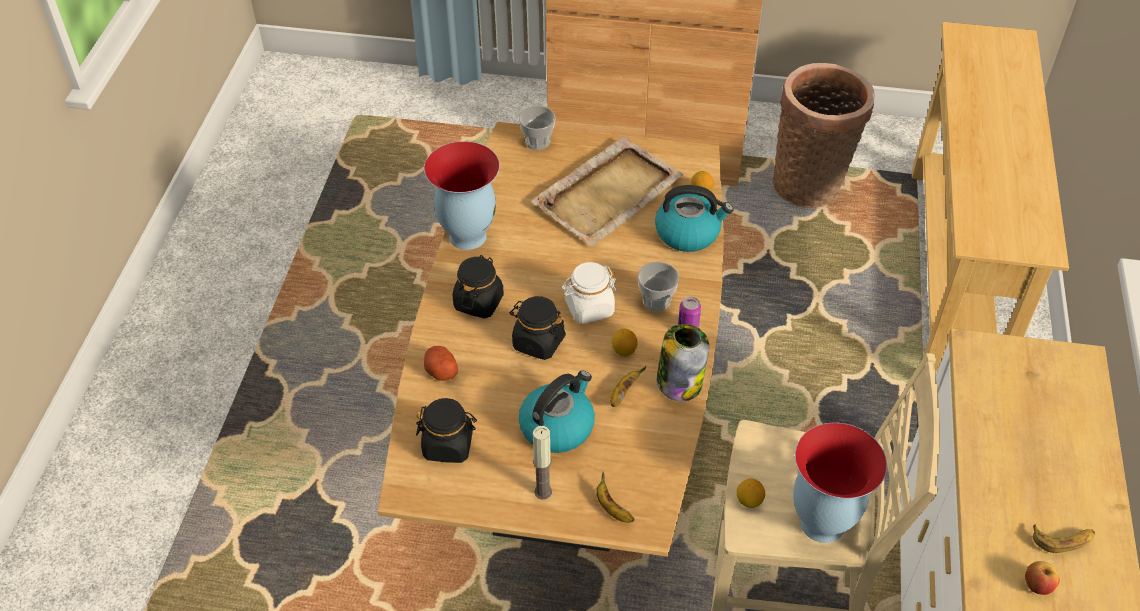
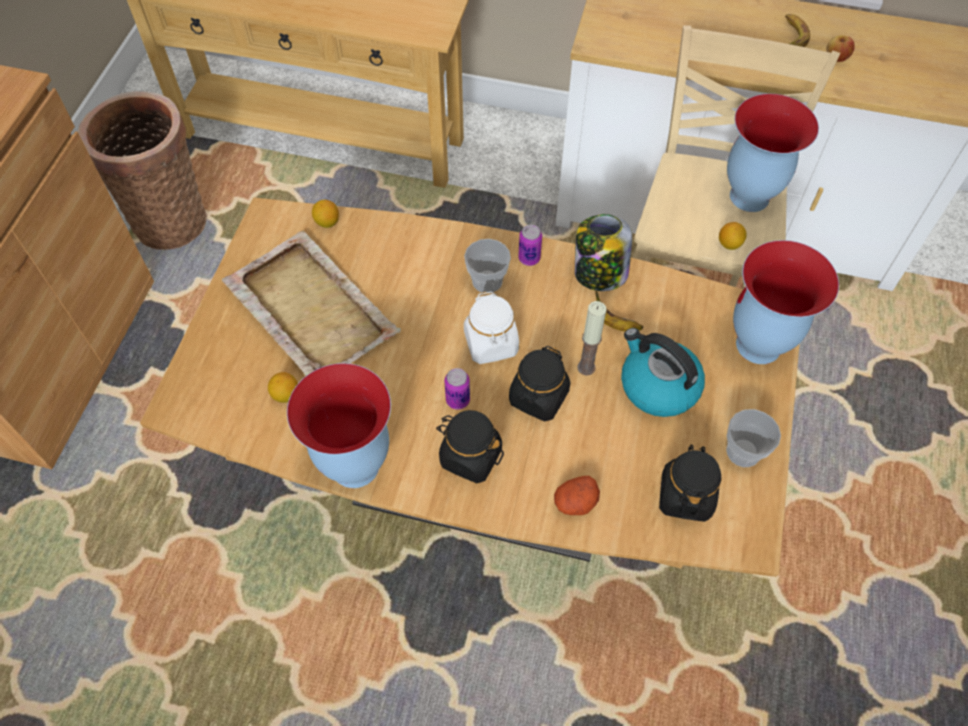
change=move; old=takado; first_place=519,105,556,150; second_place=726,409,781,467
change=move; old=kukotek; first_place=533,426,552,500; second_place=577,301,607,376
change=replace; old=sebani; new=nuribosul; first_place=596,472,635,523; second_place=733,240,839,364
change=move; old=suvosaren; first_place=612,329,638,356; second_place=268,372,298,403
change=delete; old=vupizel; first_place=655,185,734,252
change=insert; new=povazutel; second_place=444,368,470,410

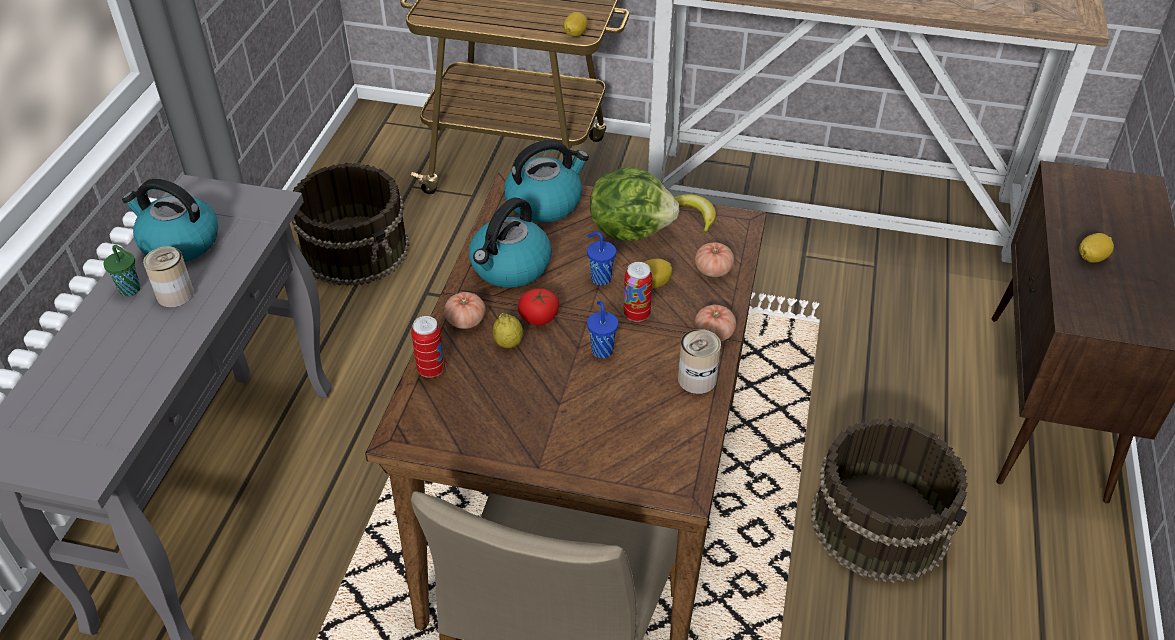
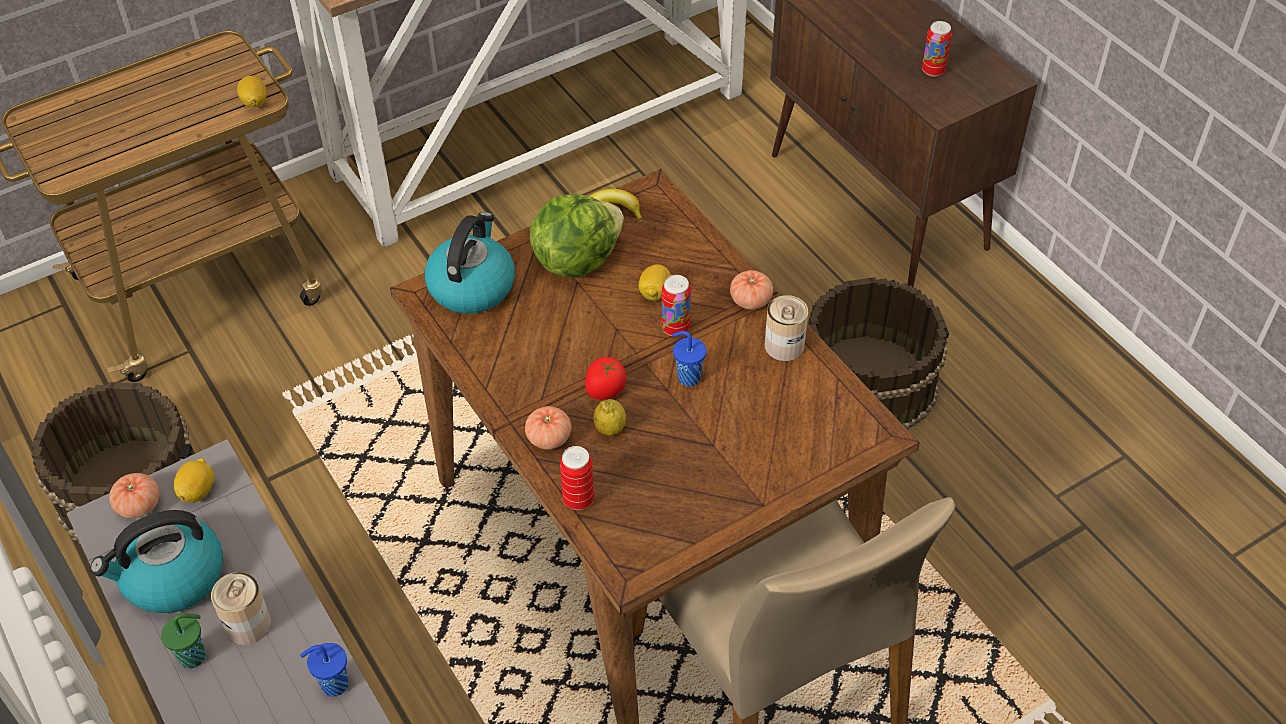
change=delete; old=vupizel; first_place=469,197,552,288
change=move; old=takado (blue); first_place=587,231,616,285; second_place=300,643,348,697
change=move; old=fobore; first_place=695,242,734,277; second_place=109,473,160,518
change=move; old=suvosaren; first_place=1079,233,1114,263; second_place=174,458,214,503
change=insert; new=povazutel; second_place=922,21,952,77

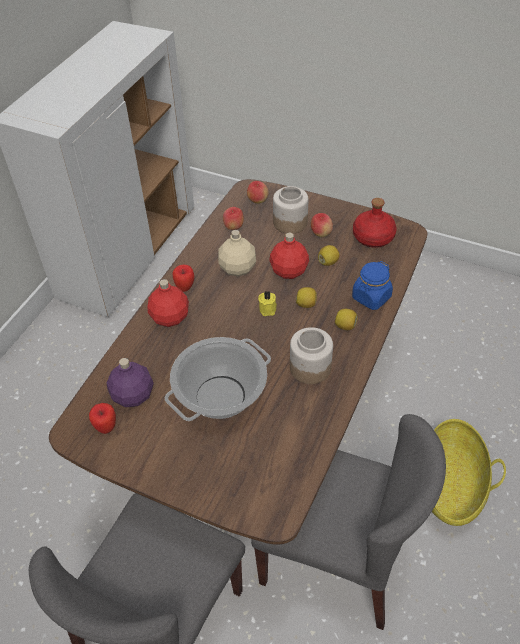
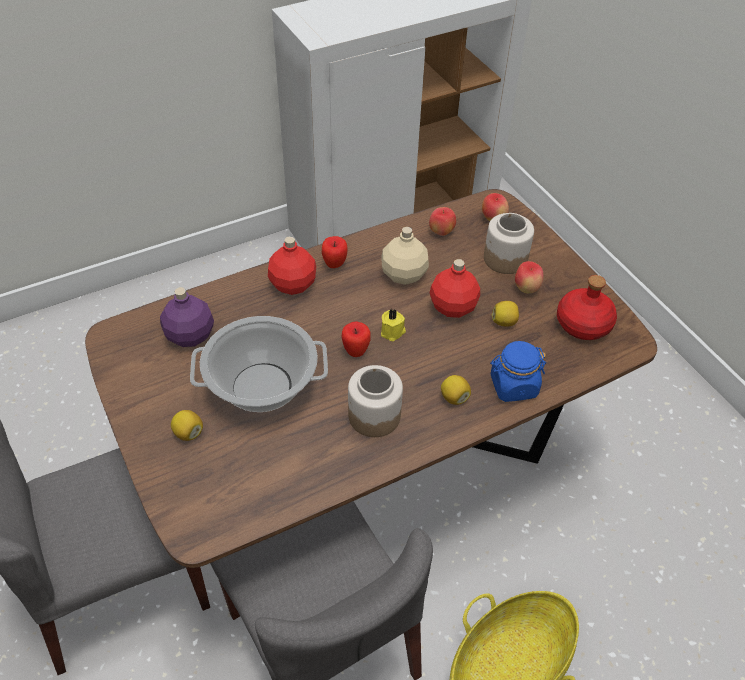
change=move; old=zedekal; first_place=89,403,116,434; second_place=342,321,371,357
change=move; old=suvosaren; first_place=296,287,317,308; second_place=171,410,203,441

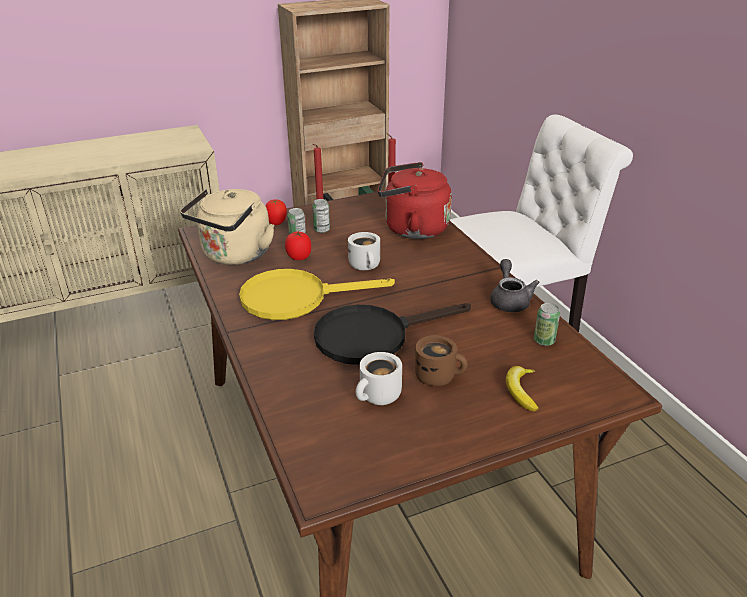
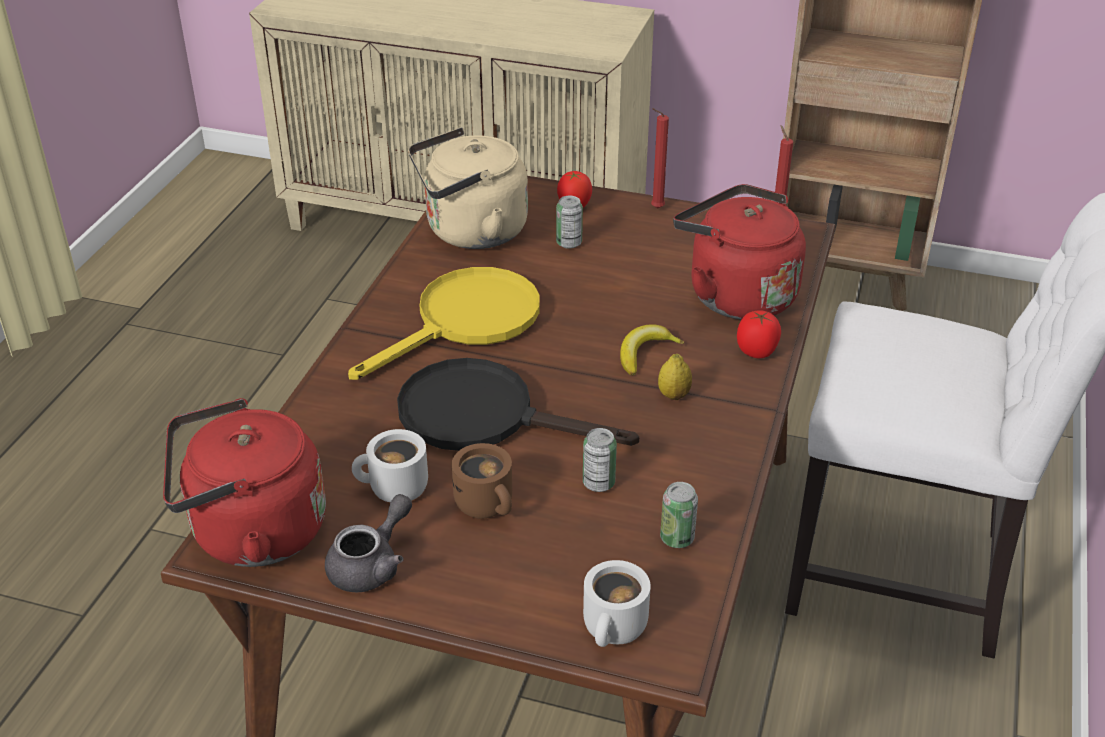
change=rotate; old=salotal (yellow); first_place=239,269,395,320; second_place=348,267,540,380; degrees=105
change=move; old=fobore; first_place=285,231,311,260; second_place=737,310,781,358
change=move; old=povazutel; first_place=312,199,330,233; second_place=583,428,617,492
change=move; old=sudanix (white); first_place=348,232,380,270; second_place=583,560,651,647
change=move; old=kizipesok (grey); first_place=490,259,540,312; second_place=325,494,412,592
change=move; old=sebani; first_place=506,366,539,412; second_place=620,324,684,375
change=insert; new=vupizel (red); second_place=163,398,326,567
change=insert; new=suvosaren; second_place=658,354,692,400

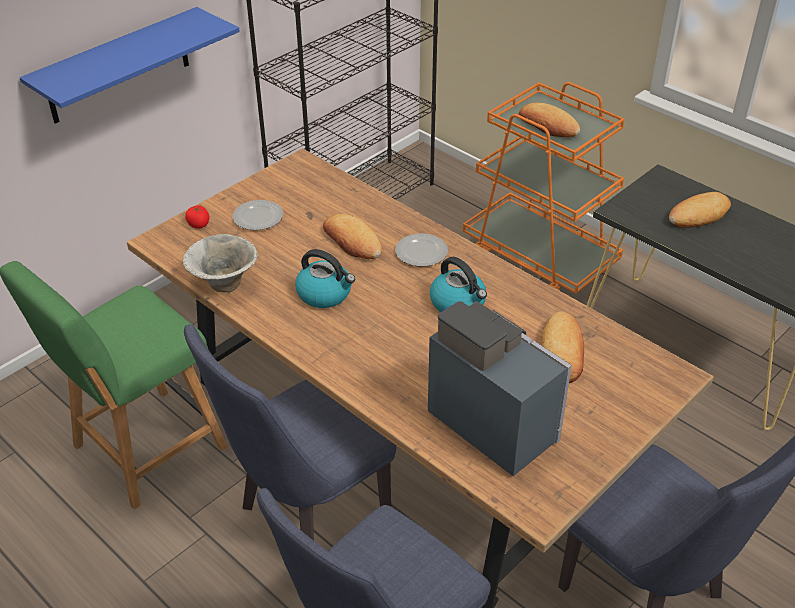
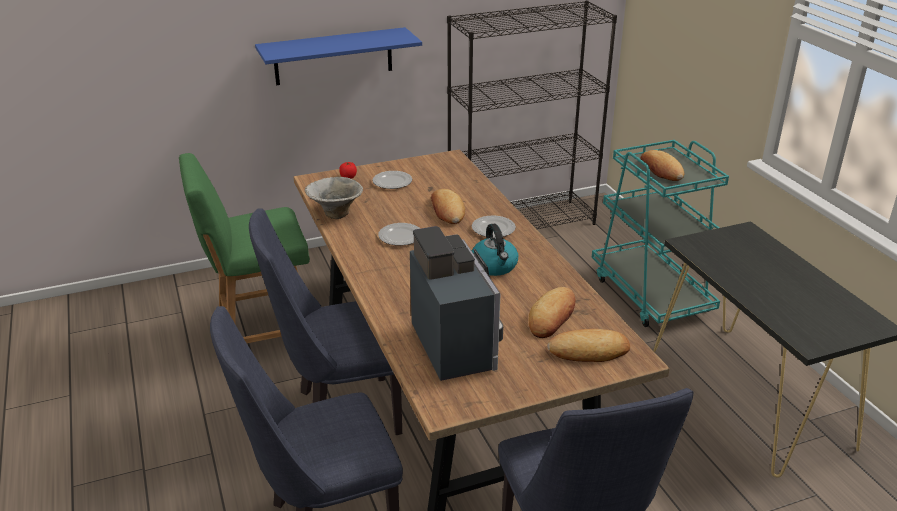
change=replace; old=vupizel; new=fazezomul; first_place=295,249,355,308; second_place=378,223,420,246
change=recolor; old=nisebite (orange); new=nisebite (turquoise); first_place=463,82,625,294; second_place=592,140,729,327
change=move; old=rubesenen; first_place=669,192,731,228; second_place=547,329,630,362

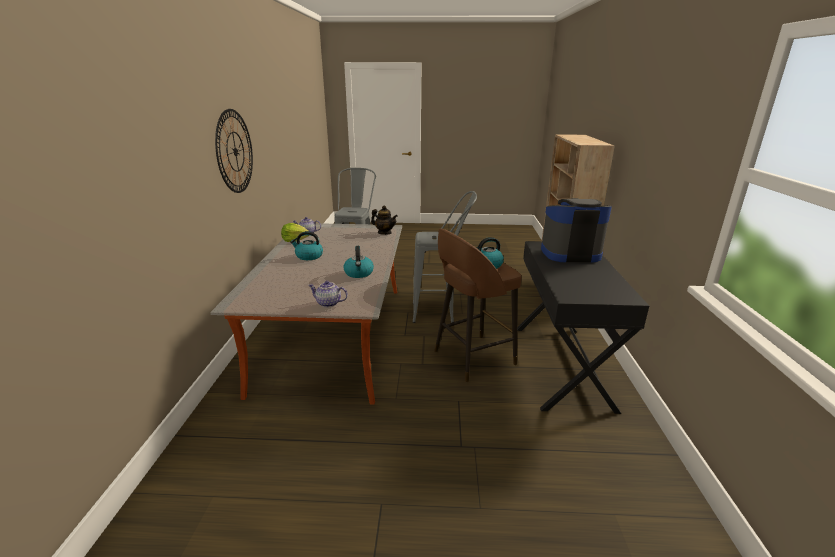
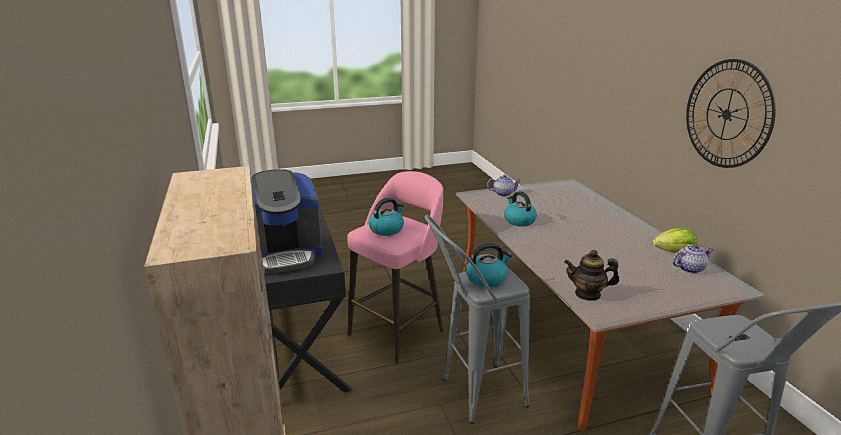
change=move; old=vupizel; first_place=290,231,323,260; second_place=466,243,512,287
change=recolor; old=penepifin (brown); new=penepifin (pink); first_place=434,228,522,382; second_place=347,171,444,364

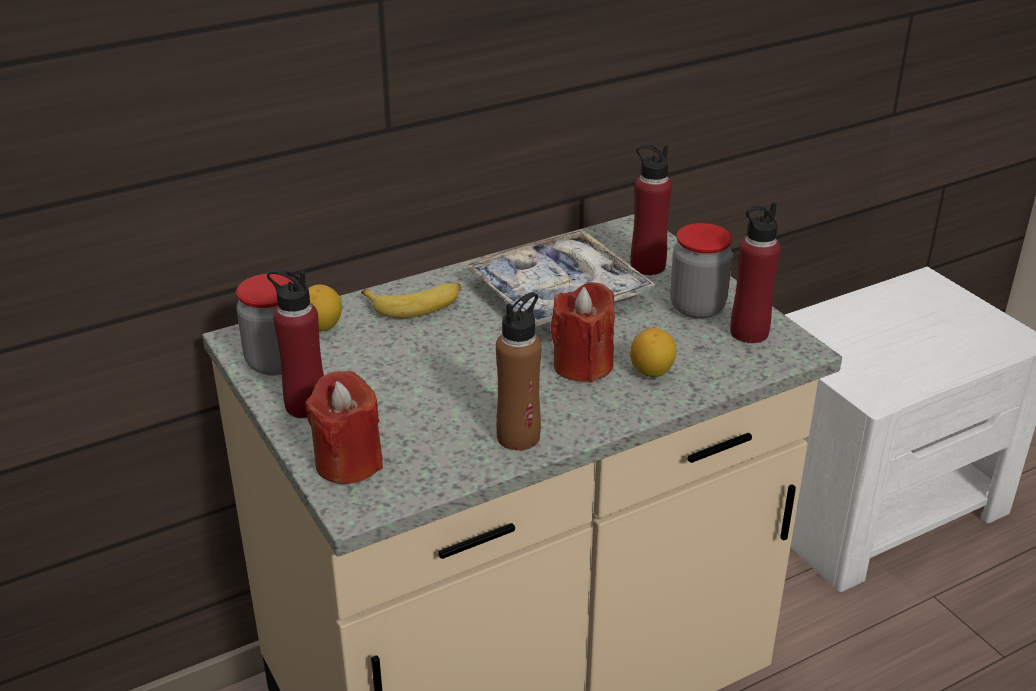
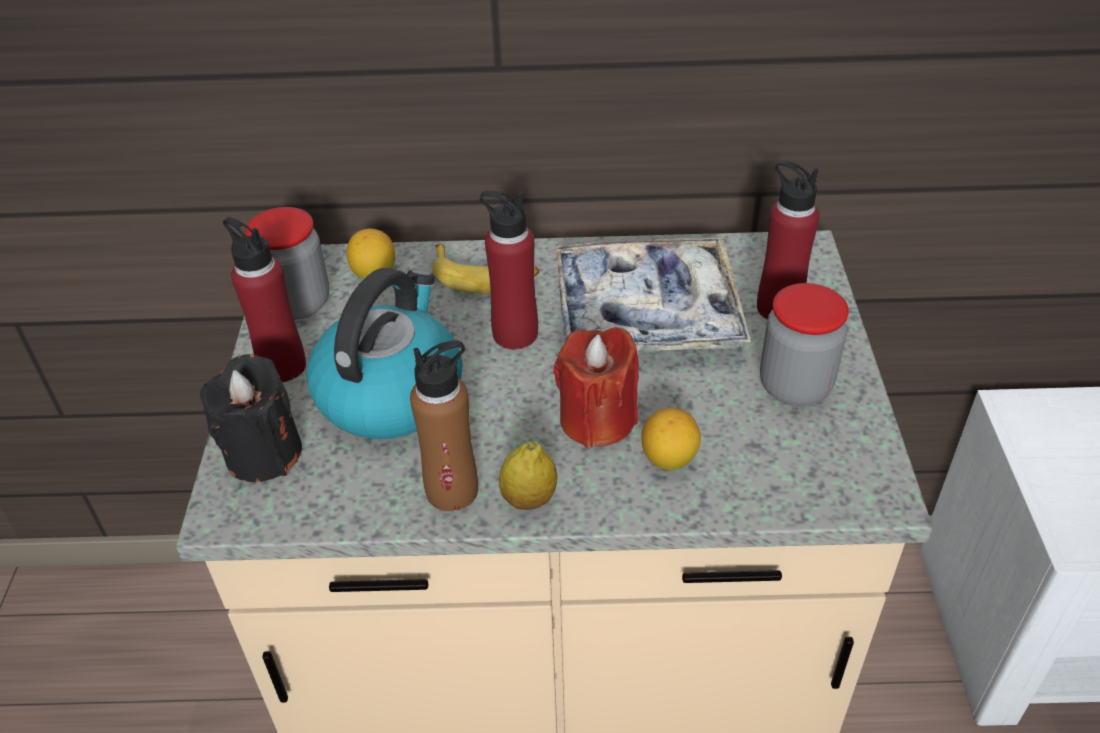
change=recolor; old=kukotek (red); new=kukotek (black); first_place=305,371,383,484; second_place=200,354,302,482
change=move; old=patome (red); first_place=730,202,781,343; second_place=480,190,538,349
change=insert; new=vupizel; second_place=307,268,463,439
change=insert; new=suvosaren; second_place=499,441,557,510

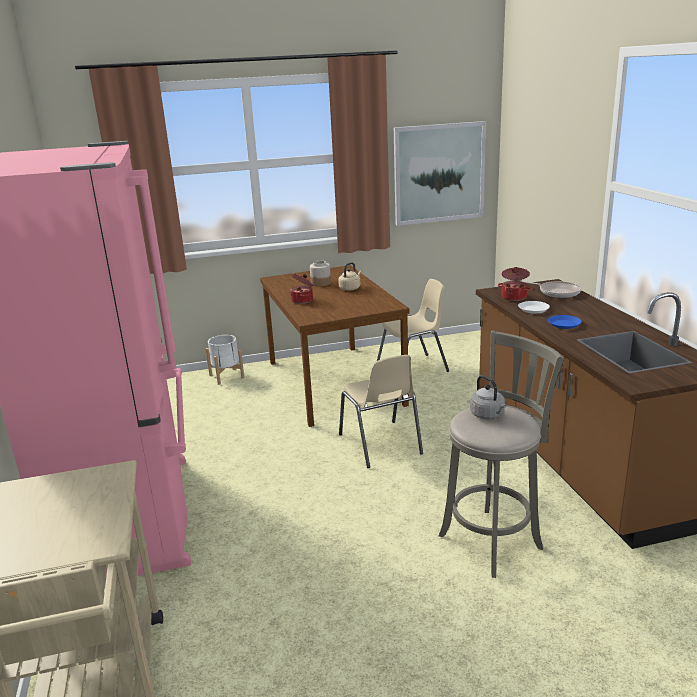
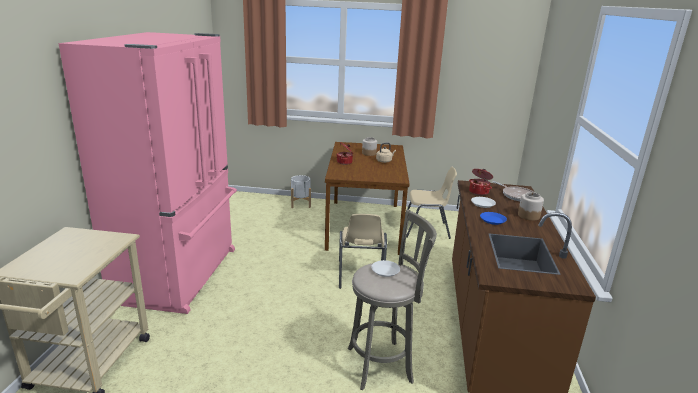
change=delete; old=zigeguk; first_place=394,121,486,226
change=replace; old=vupizel (grey); new=fazezomul (white); first_place=470,375,507,419; second_place=371,260,400,277
change=insert; new=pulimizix; second_place=518,192,544,221

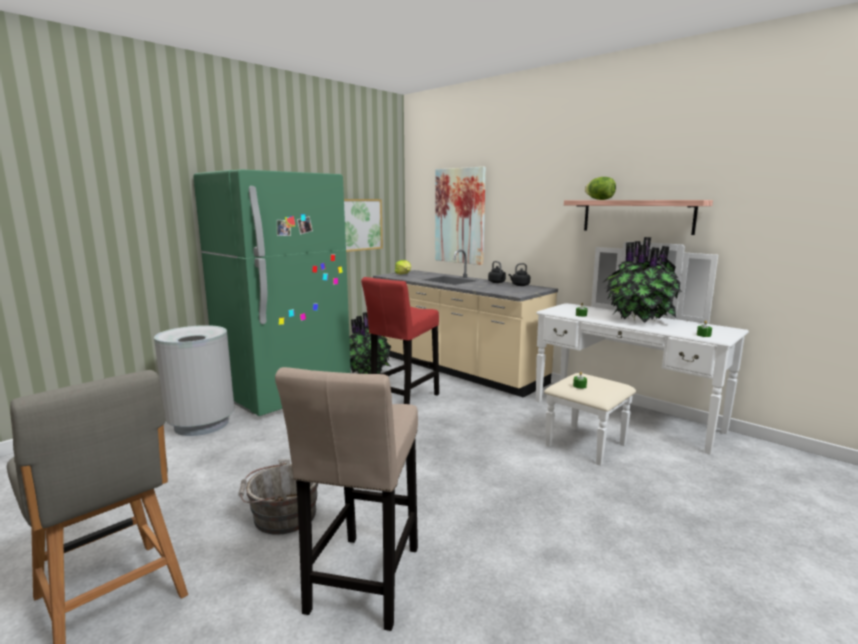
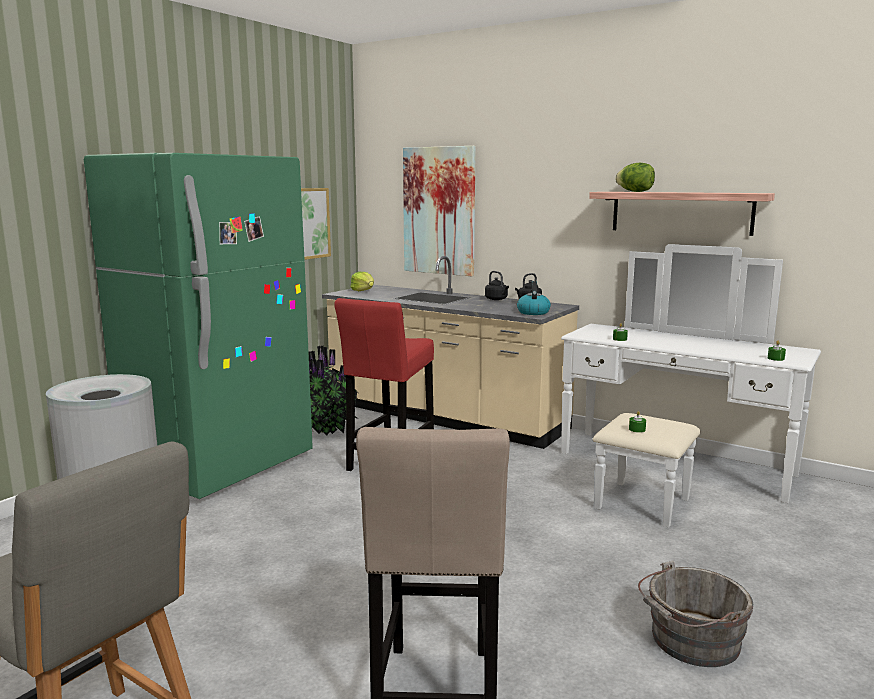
change=move; old=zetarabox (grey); first_place=238,459,318,535; second_place=638,561,753,667
change=delete; old=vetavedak; first_place=604,237,682,323
change=insert; new=vupizel; second_place=517,281,551,315

